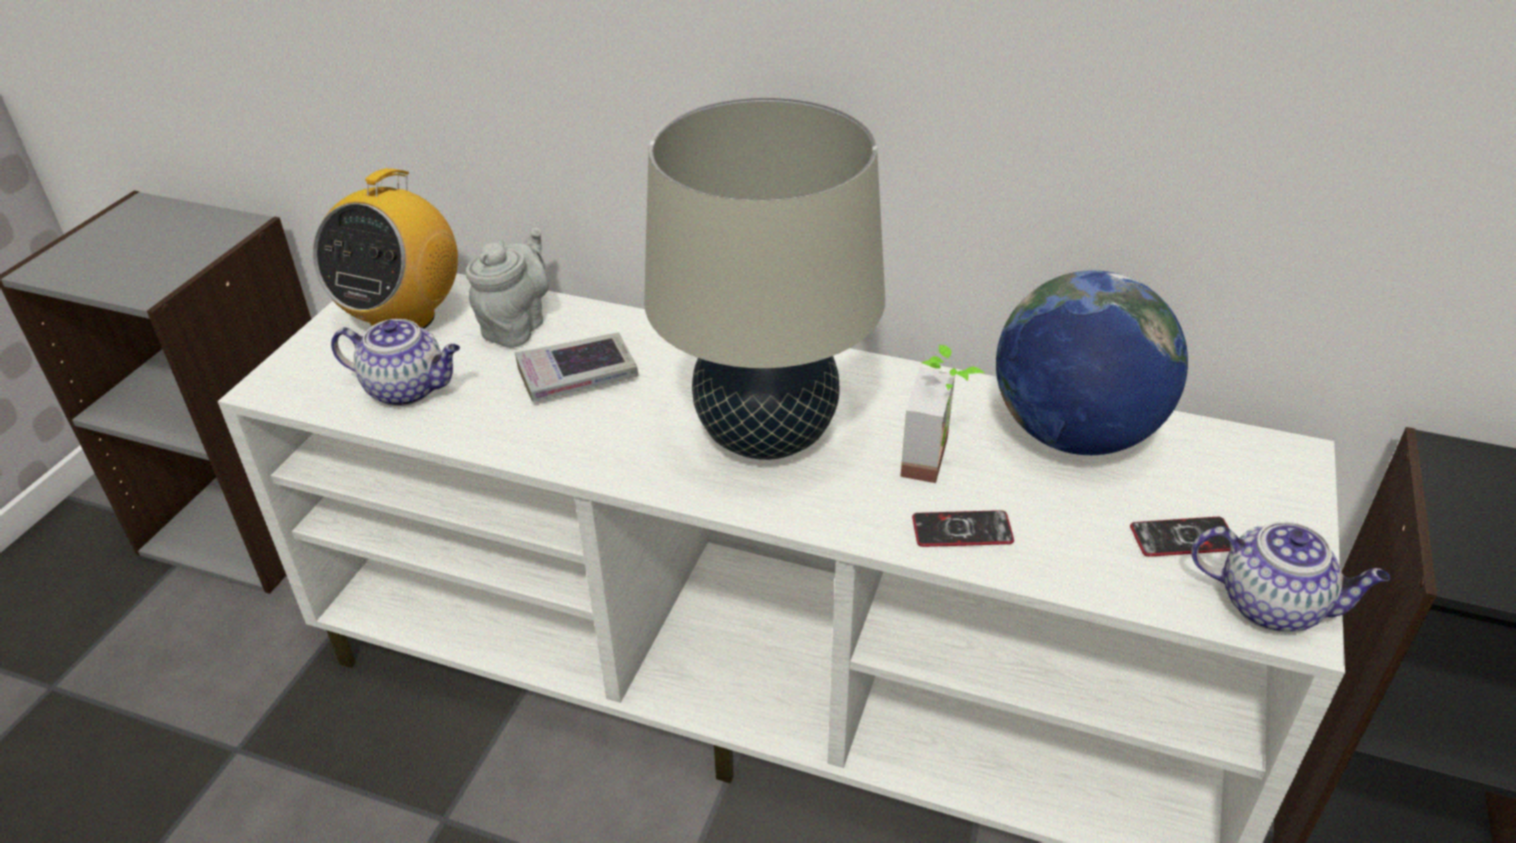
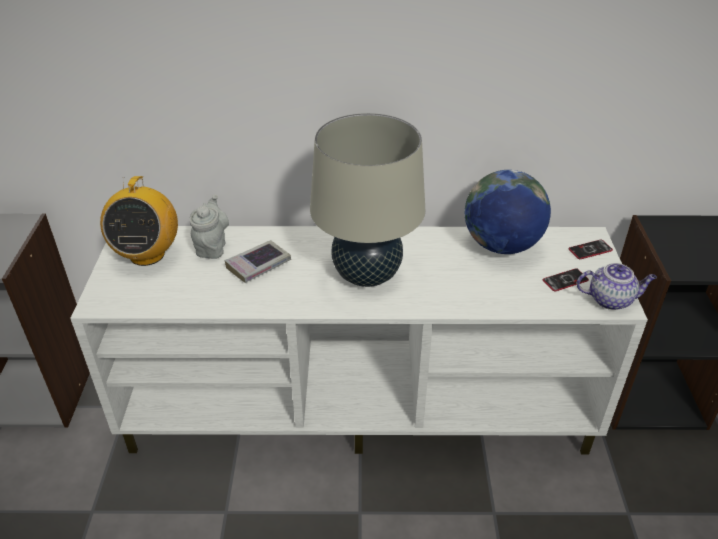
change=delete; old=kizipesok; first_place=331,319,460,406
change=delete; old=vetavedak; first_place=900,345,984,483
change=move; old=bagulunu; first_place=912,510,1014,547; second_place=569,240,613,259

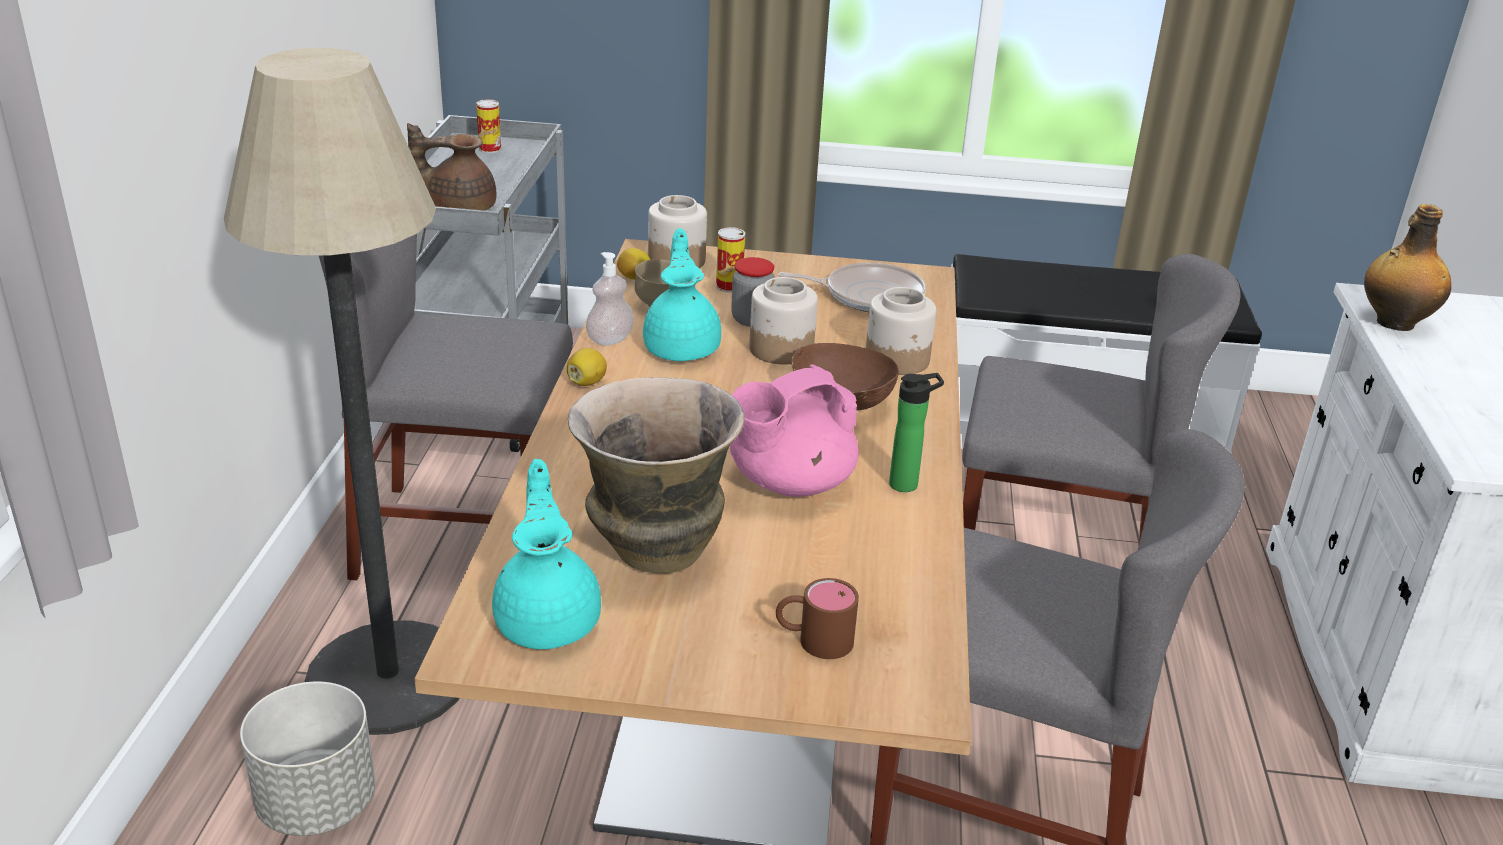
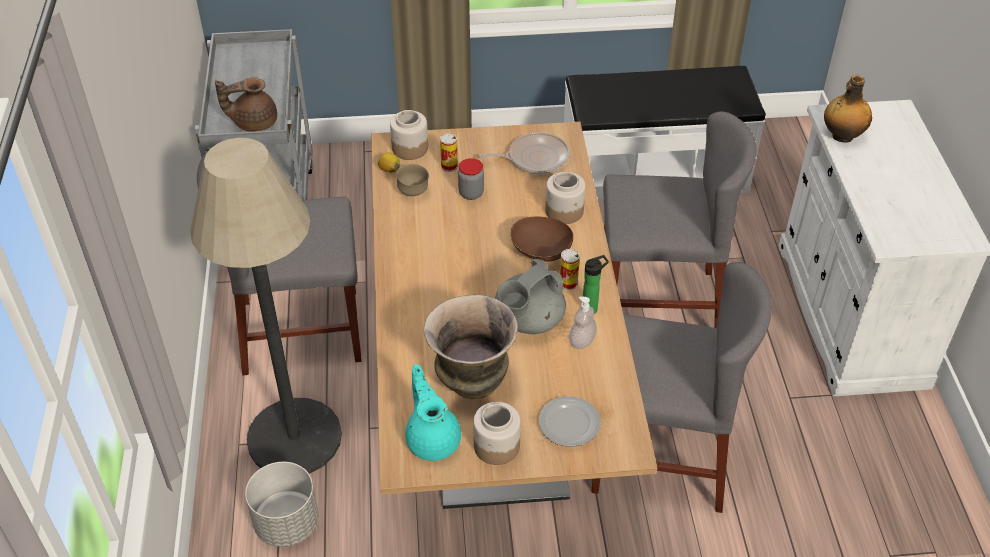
change=move; old=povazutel; first_place=476,99,501,153; second_place=560,249,580,290
change=delete; old=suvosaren; first_place=567,348,607,386
change=move; old=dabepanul; first_place=586,252,634,345; second_place=569,297,597,349
change=delete; old=kizipesok (turquoise); first_place=643,228,721,361
change=recolor; old=kizipesok (pink); new=kizipesok (grey); first_place=730,364,858,497; second_place=495,259,566,334
change=move; old=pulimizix; first_place=749,277,817,365; second_place=473,402,521,465
change=replace; old=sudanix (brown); new=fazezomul; first_place=776,578,859,659; second_place=539,396,601,447

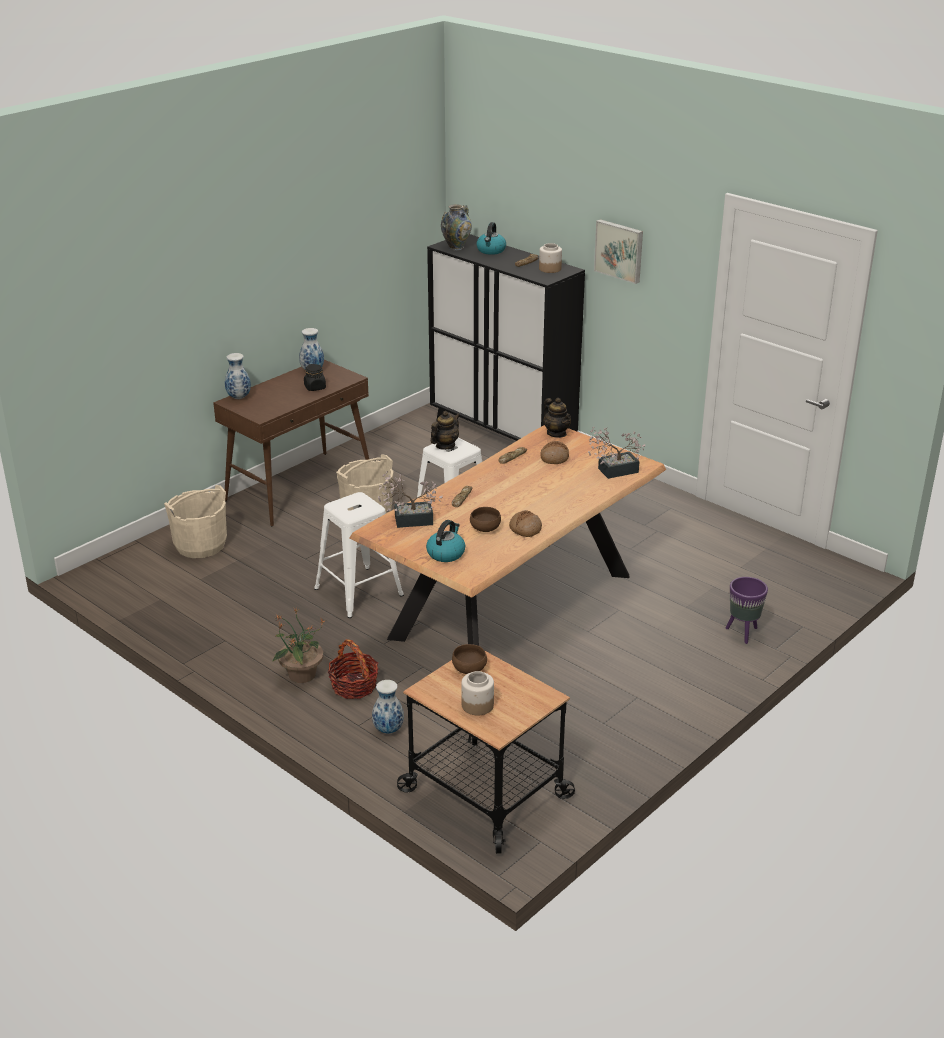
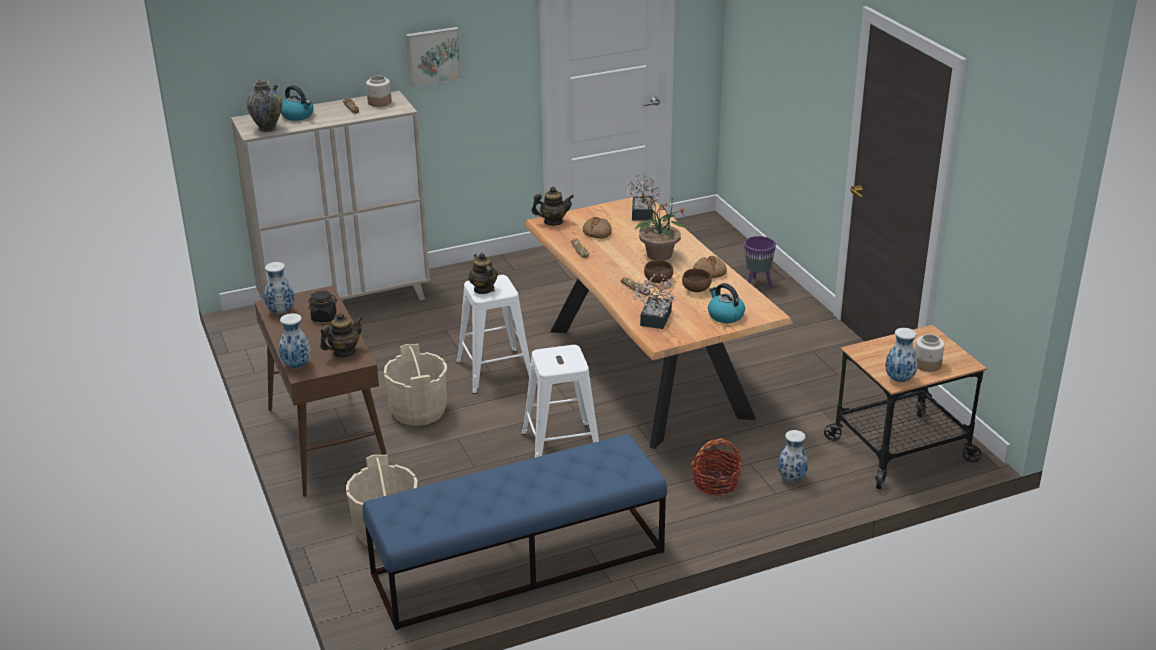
change=move; old=vetavedak; first_place=272,608,325,683; second_place=635,195,688,261
change=recolor; old=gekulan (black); new=gekulan (beige); first_place=427,234,585,441; second_place=231,91,430,300
change=move; old=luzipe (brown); first_place=452,644,487,674; second_place=644,260,673,283
change=insert; new=kizipesok; second_place=320,313,363,357
change=insert; new=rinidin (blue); second_place=363,434,667,630
change=insert; new=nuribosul; second_place=885,328,918,382

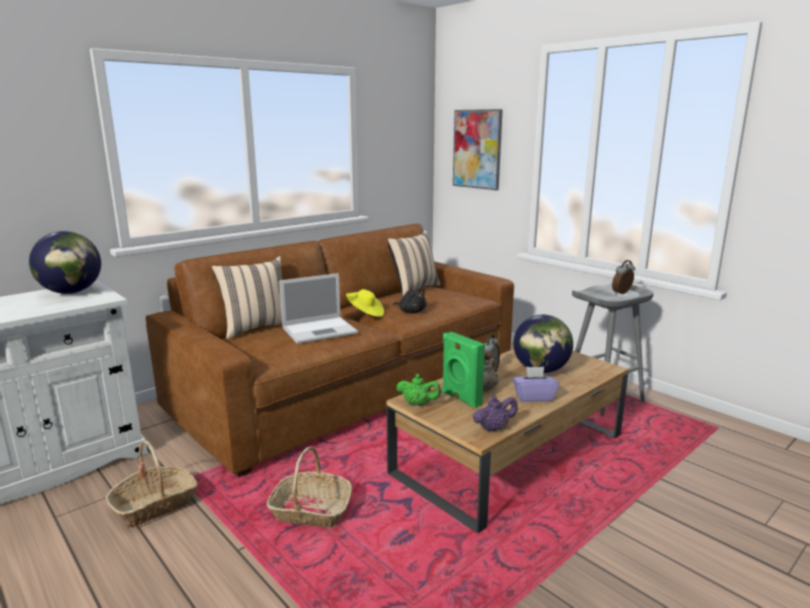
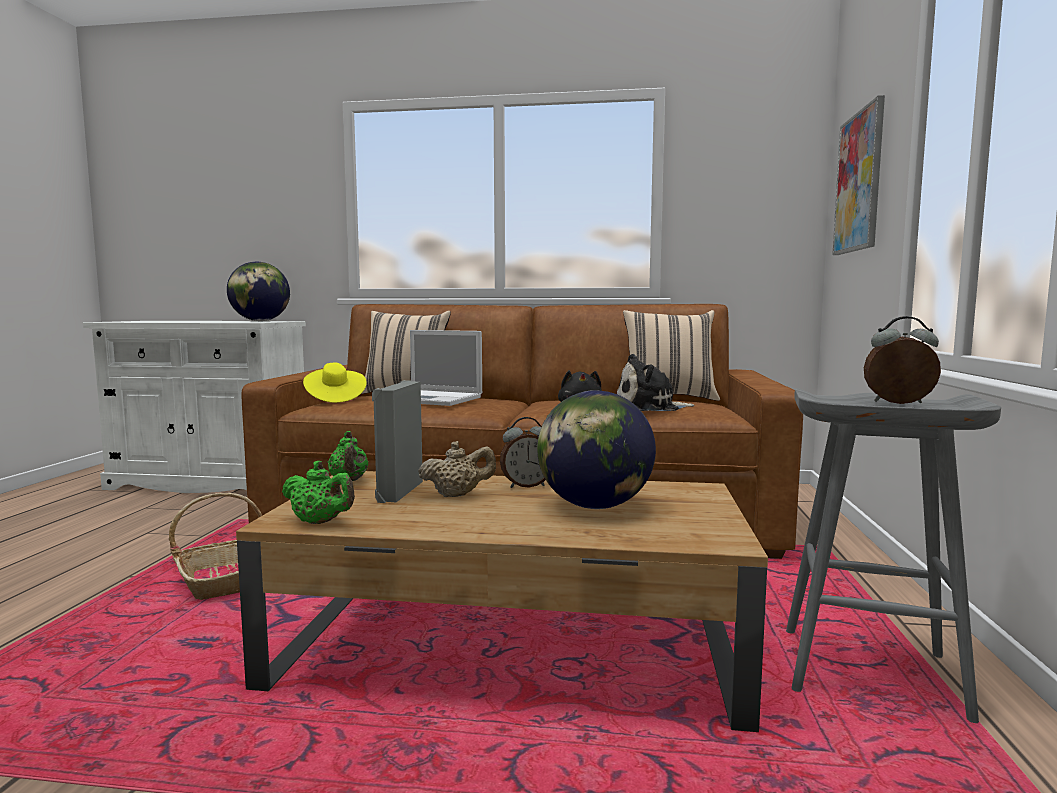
change=delete; old=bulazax; first_place=106,440,198,528
change=move; old=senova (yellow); first_place=346,289,384,317; second_place=303,363,367,403
change=recolor; old=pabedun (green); new=pabedun (grey); first_place=442,332,485,408; second_place=372,380,423,503
change=recolor; old=kizipesok (purple); new=kizipesok (green); first_place=472,396,518,432; second_place=282,461,355,524
change=delete; old=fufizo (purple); first_place=513,367,559,402
change=insert; new=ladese; second_place=617,354,695,411

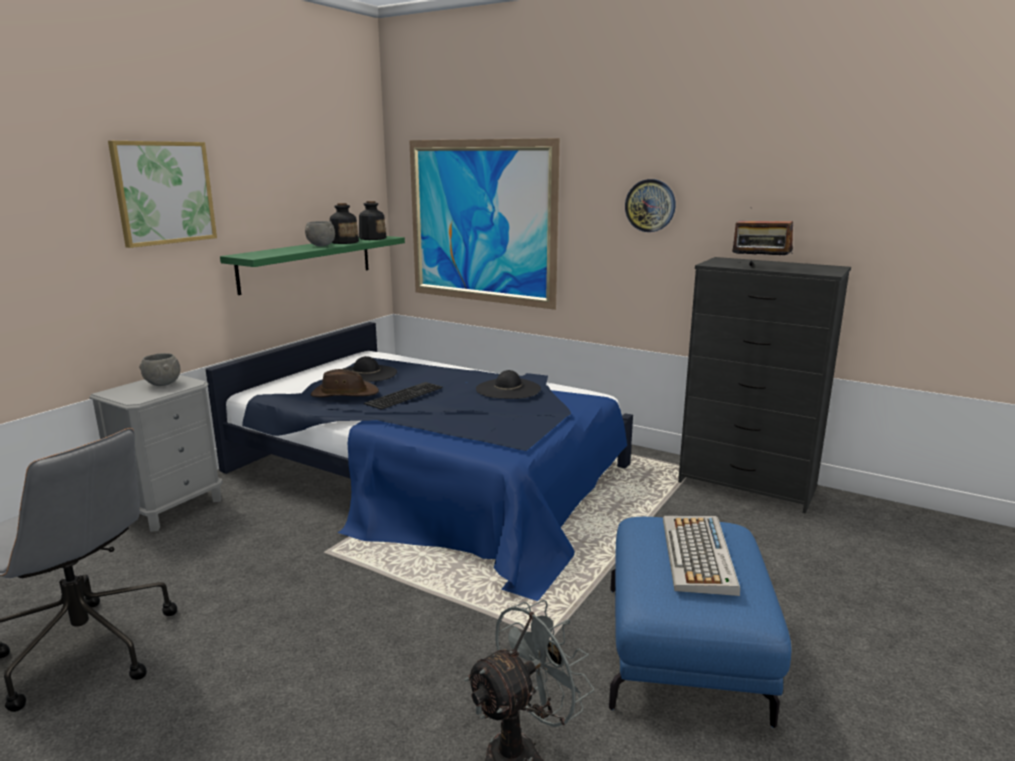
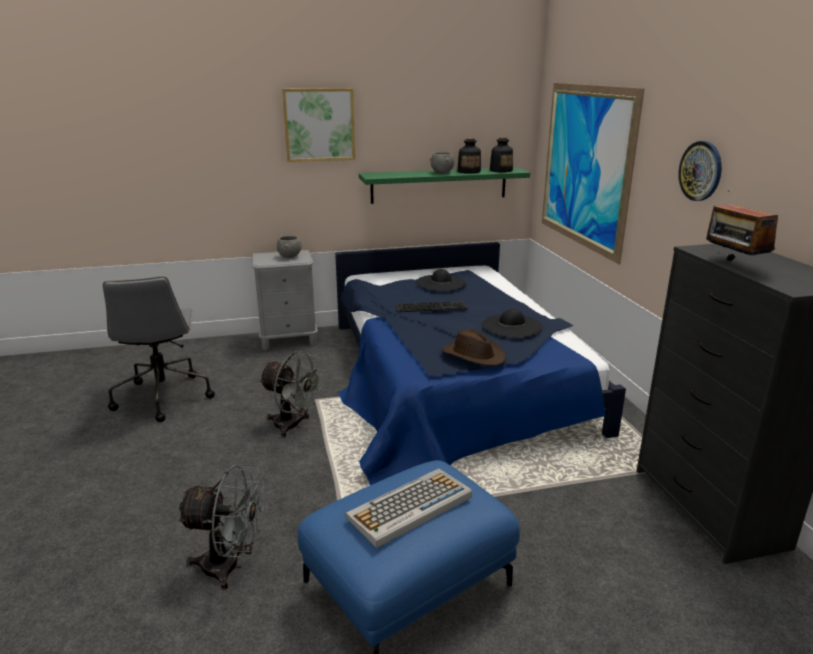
change=move; old=senova (brown); first_place=311,369,379,397; second_place=442,329,506,366
change=insert; new=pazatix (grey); second_place=259,351,324,437

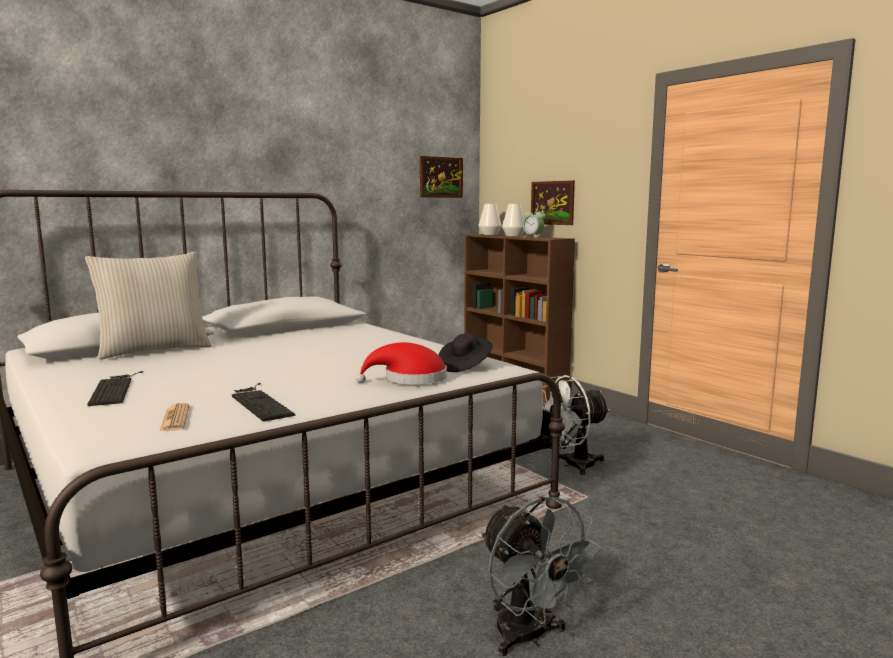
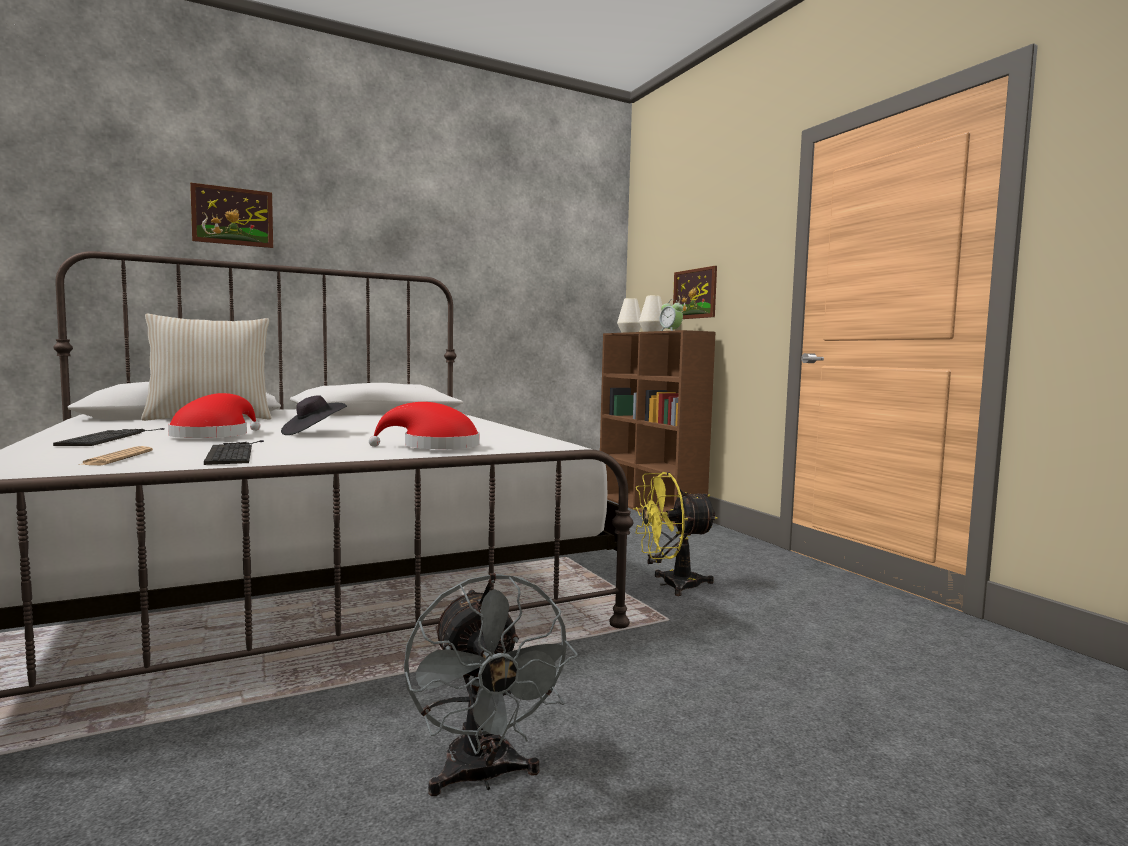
change=move; old=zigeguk; first_place=420,156,463,198; second_place=190,182,273,248
change=move; old=senova (black); first_place=439,333,493,372; second_place=281,395,347,435
change=recolor; old=pazatix (white); new=pazatix (yellow); first_place=542,375,610,475; second_place=633,472,718,596
change=insert; new=senova (red); second_place=168,393,261,438

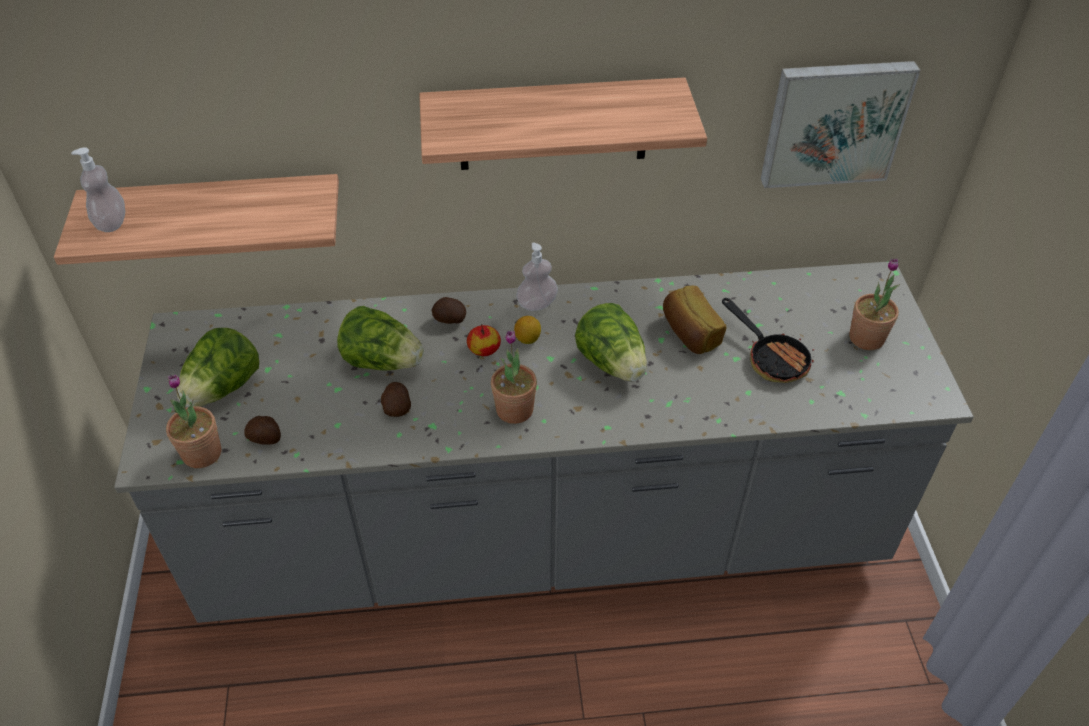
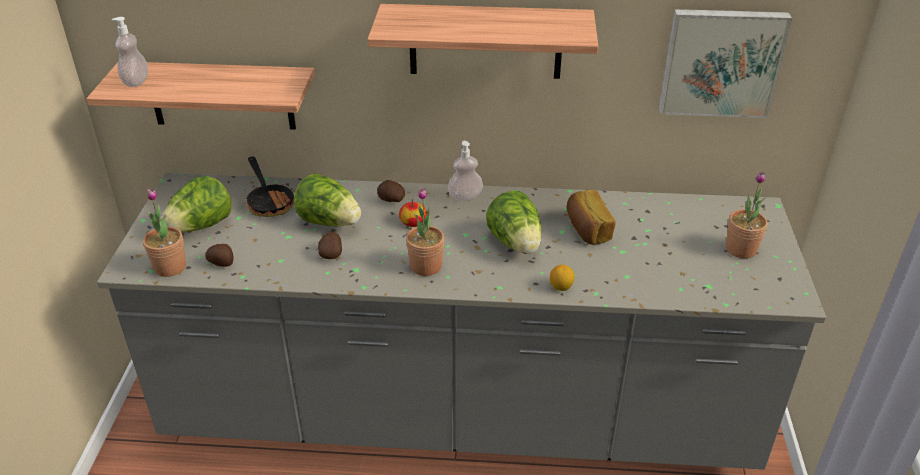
change=move; old=suvosaren; first_place=514,316,541,344; second_place=550,265,575,291
change=move; old=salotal; first_place=722,298,814,383; second_place=245,157,294,217

